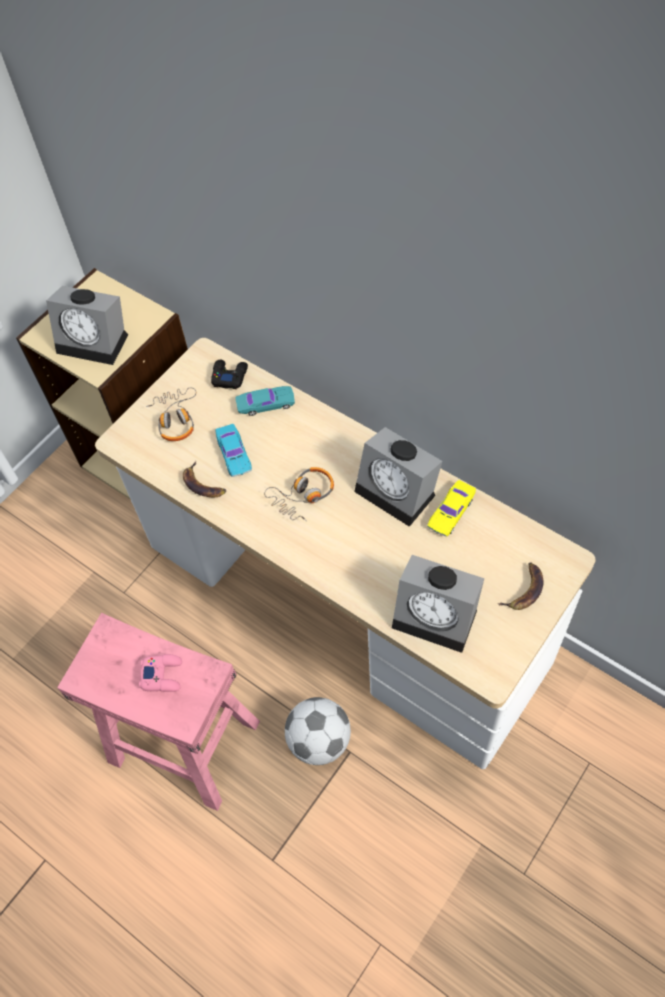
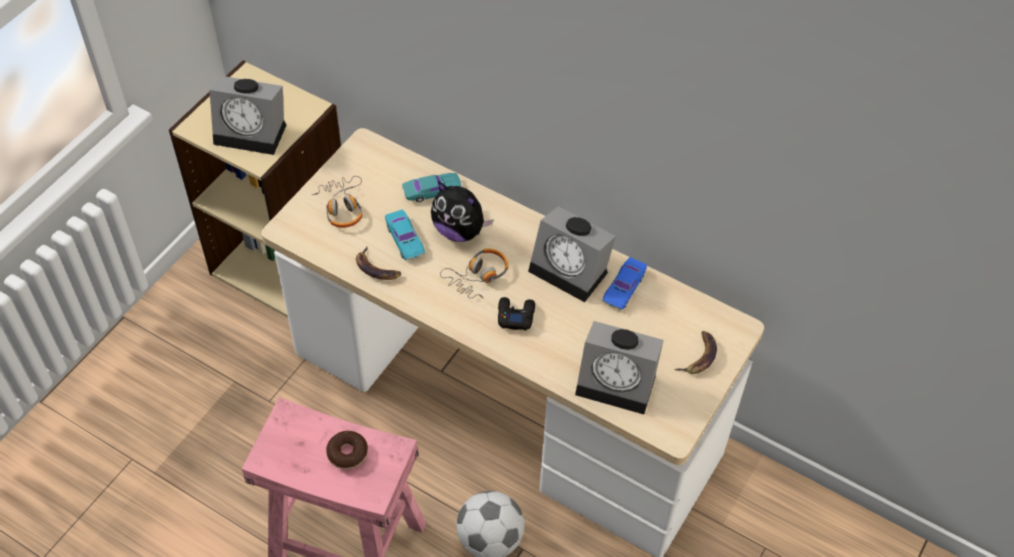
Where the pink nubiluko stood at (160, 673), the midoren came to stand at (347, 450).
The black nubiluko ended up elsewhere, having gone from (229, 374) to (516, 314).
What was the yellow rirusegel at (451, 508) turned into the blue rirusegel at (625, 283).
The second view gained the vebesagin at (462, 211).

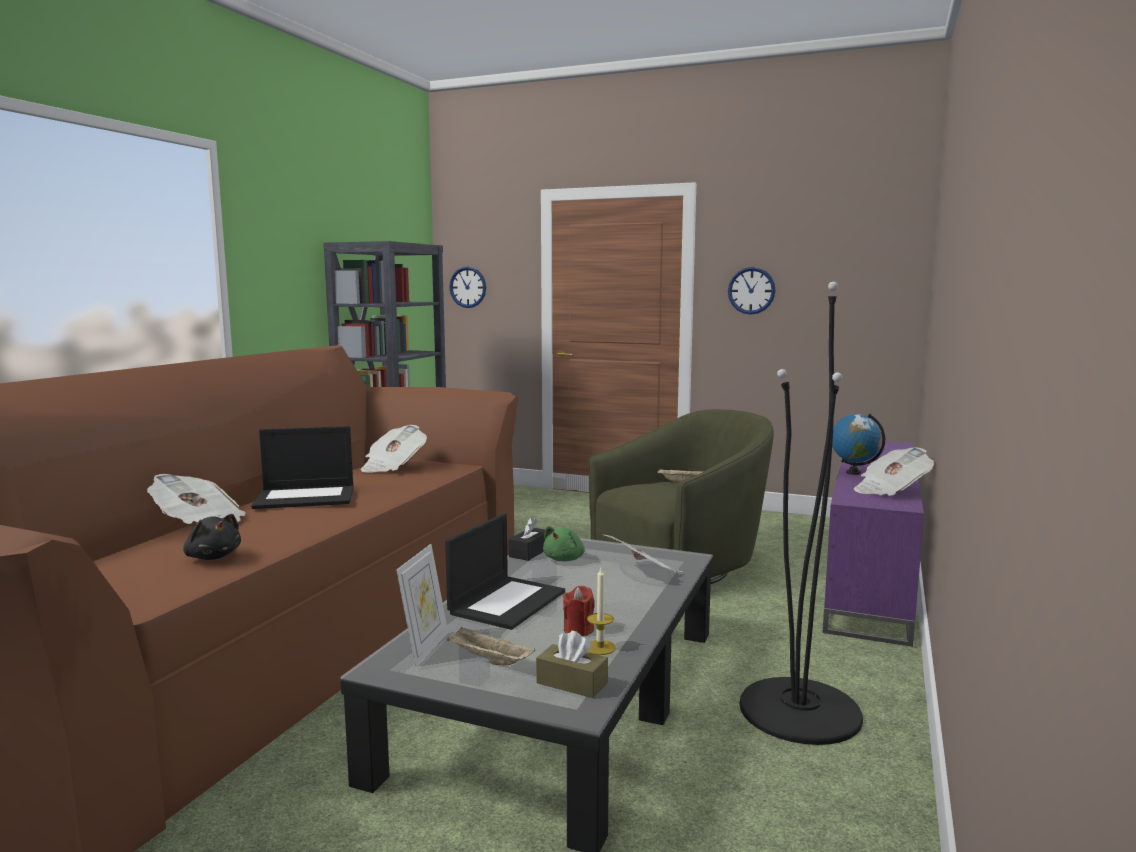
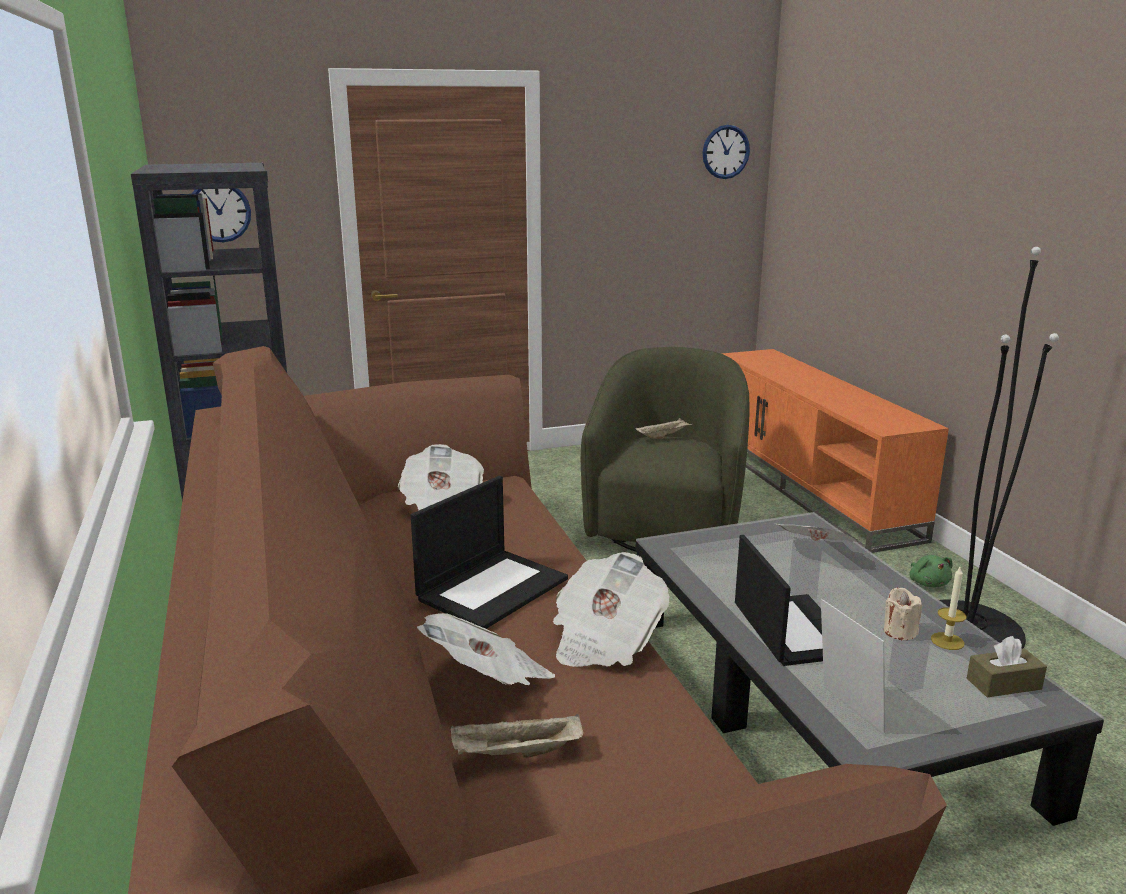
The second view lost the black vebesagin at (212, 537).
The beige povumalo ended up elsewhere, having gone from (491, 646) to (517, 735).
The second view lost the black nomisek at (527, 539).
The green vebesagin ended up elsewhere, having gone from (564, 543) to (931, 571).
What was the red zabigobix at (579, 611) turned into the beige zabigobix at (903, 614).
The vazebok ended up elsewhere, having gone from (752, 291) to (726, 152).
What was the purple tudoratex at (873, 544) turned into the orange tudoratex at (835, 451).
The second view lost the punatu at (858, 444).
The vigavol ended up elsewhere, having gone from (894, 471) to (611, 609).

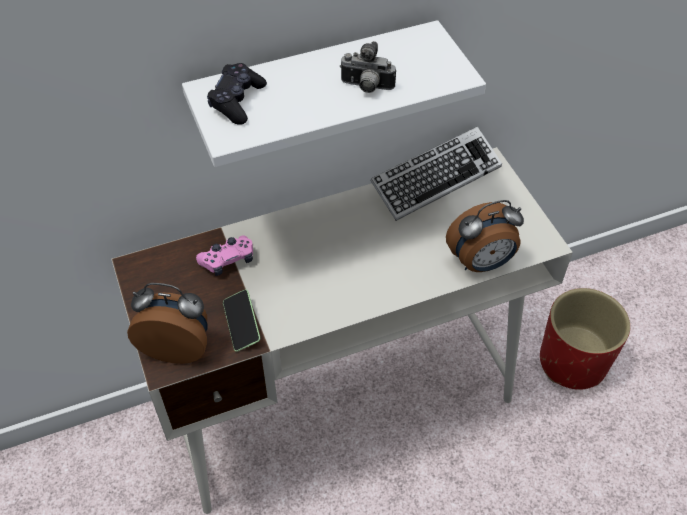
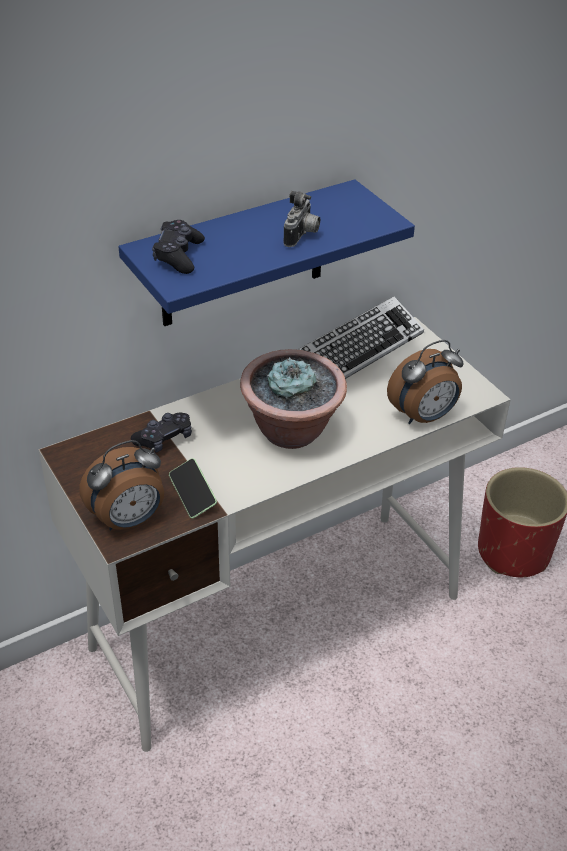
The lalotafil at (167, 323) ended up facing another way, 150 degrees clockwise from before.
What was the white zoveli at (334, 93) turned into the blue zoveli at (267, 252).
What was the pink nubiluko at (224, 255) turned into the black nubiluko at (161, 432).
The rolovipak at (368, 67) ended up facing another way, 75 degrees counterclockwise from before.
The second view gained the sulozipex at (293, 399).

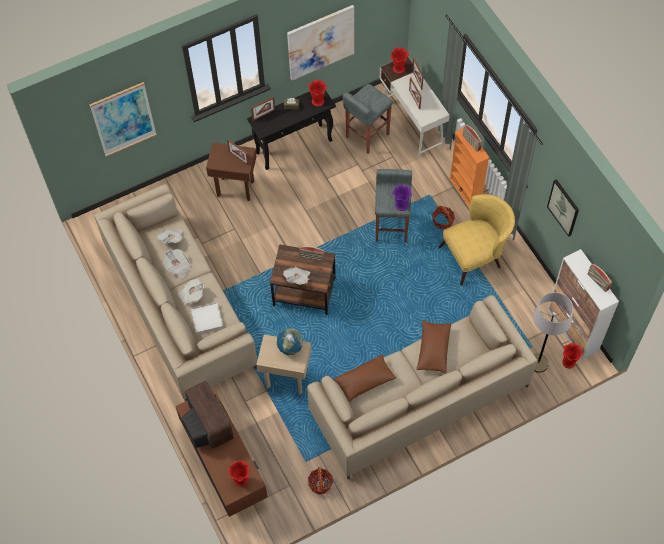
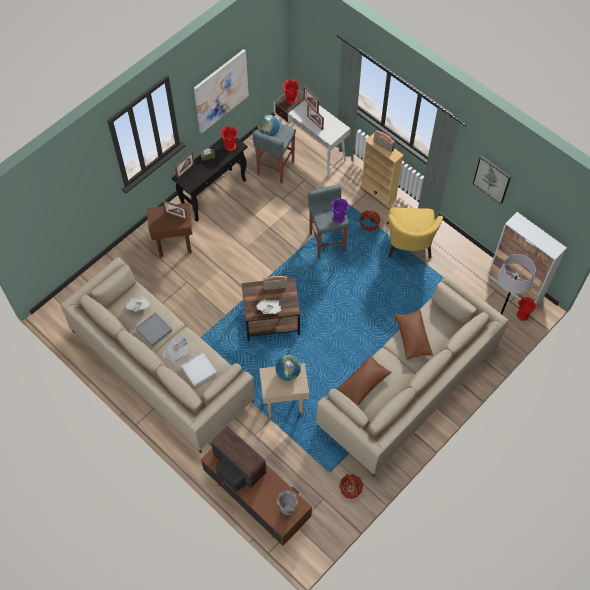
The second view lost the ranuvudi at (123, 119).
Where the vigavol stood at (177, 263), the grey povumalo came to stand at (154, 330).
What was the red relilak at (239, 474) turned into the grey relilak at (287, 502).
The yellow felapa at (477, 239) ended up facing another way, 135 degrees clockwise from before.
What was the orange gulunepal at (469, 168) turned into the beige gulunepal at (382, 170).
The second view lost the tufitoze at (600, 277).
The second view gained the punatu at (269, 126).

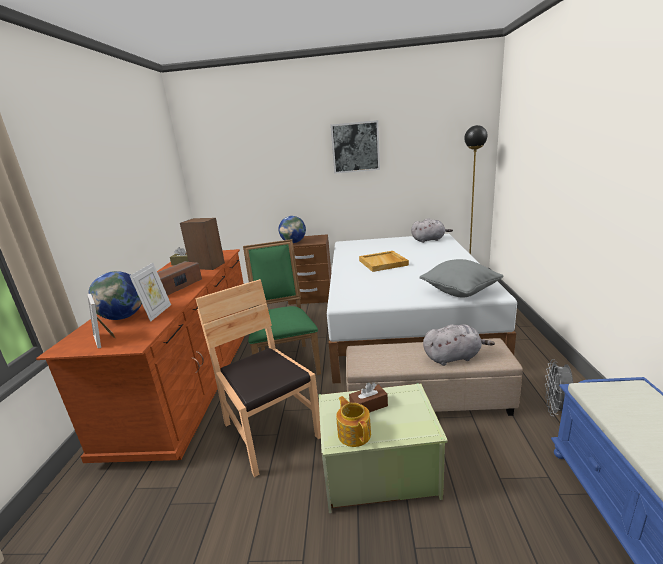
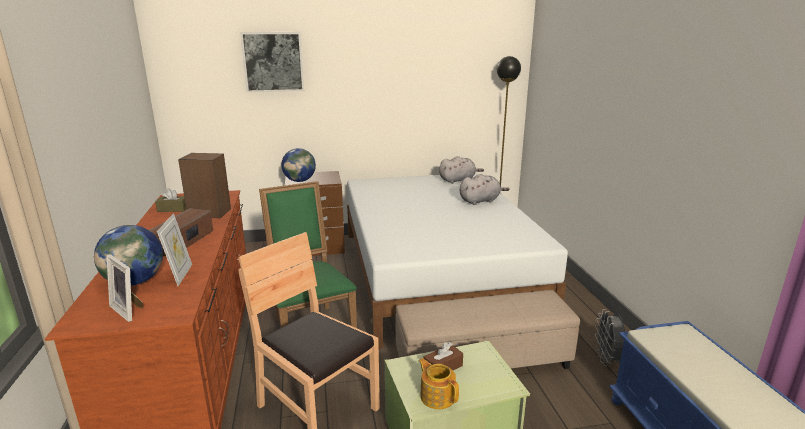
The ranuvudi ended up elsewhere, having gone from (355, 147) to (272, 62).
The second view lost the beige povumalo at (384, 261).
The second view lost the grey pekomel at (461, 278).
The grey vebesagin ended up elsewhere, having gone from (459, 345) to (485, 189).

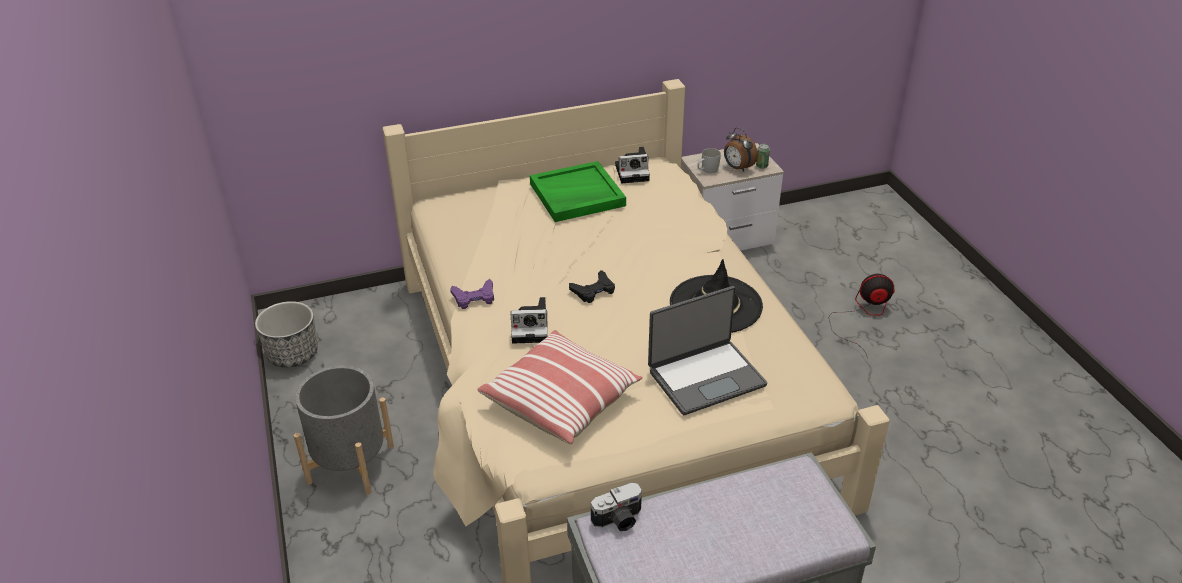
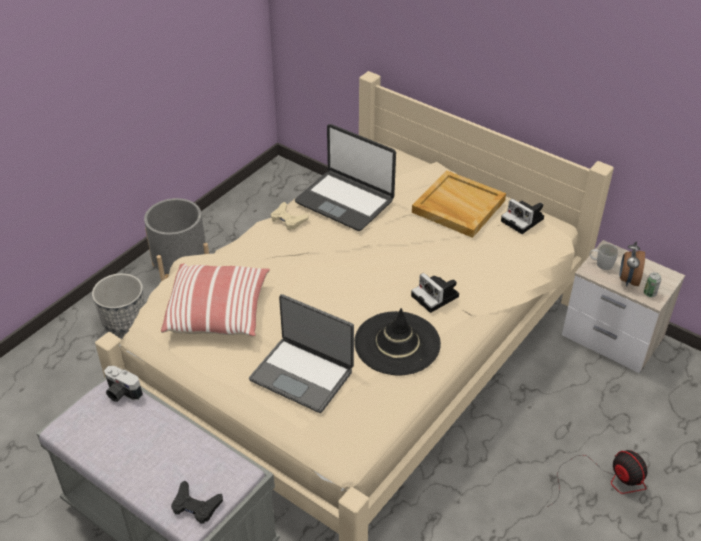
The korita ended up elsewhere, having gone from (286, 334) to (118, 302).
What was the purple nubiluko at (472, 294) turned into the beige nubiluko at (290, 216).
The rolovipak ended up elsewhere, having gone from (529, 320) to (435, 293).
What was the green povumalo at (578, 191) turned into the beige povumalo at (459, 204).
The black nubiluko ended up elsewhere, having gone from (592, 286) to (197, 502).
The second view gained the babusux at (345, 177).

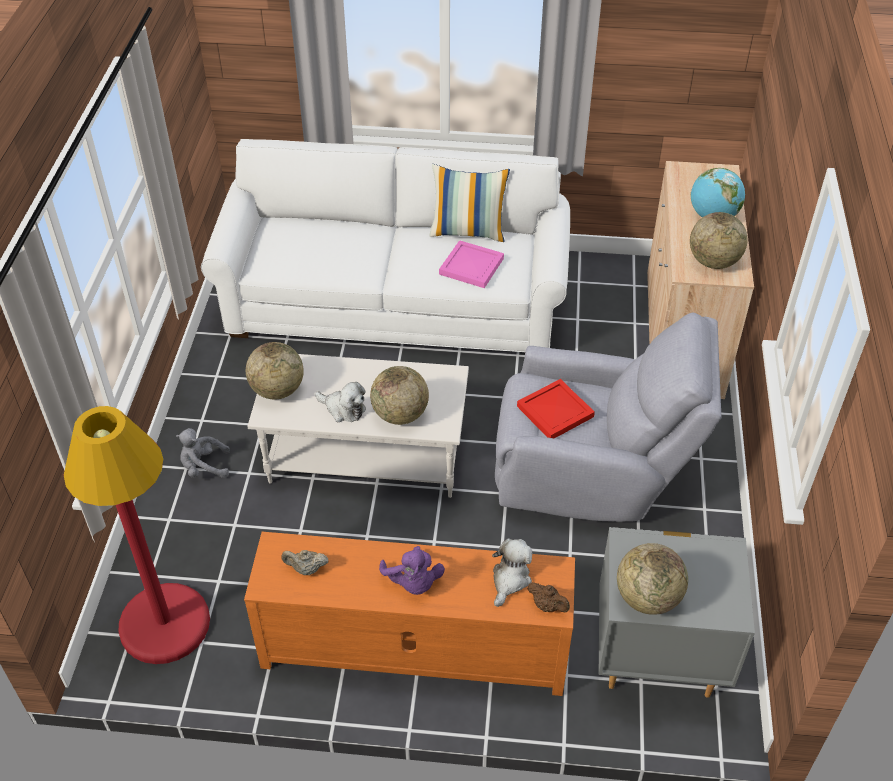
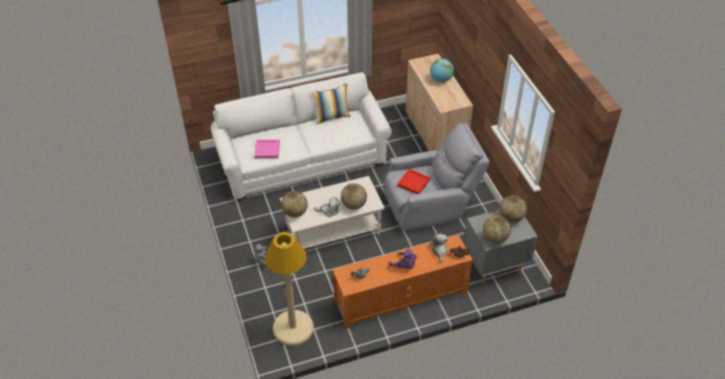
What was the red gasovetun at (137, 535) turned into the beige gasovetun at (289, 289).
The pink povumalo ended up elsewhere, having gone from (471, 264) to (267, 148).
The punatu ended up elsewhere, having gone from (718, 240) to (513, 209).

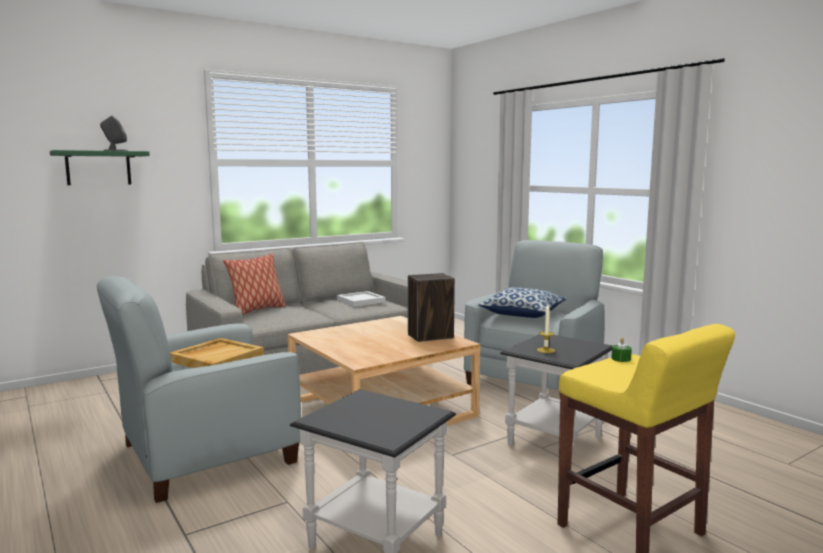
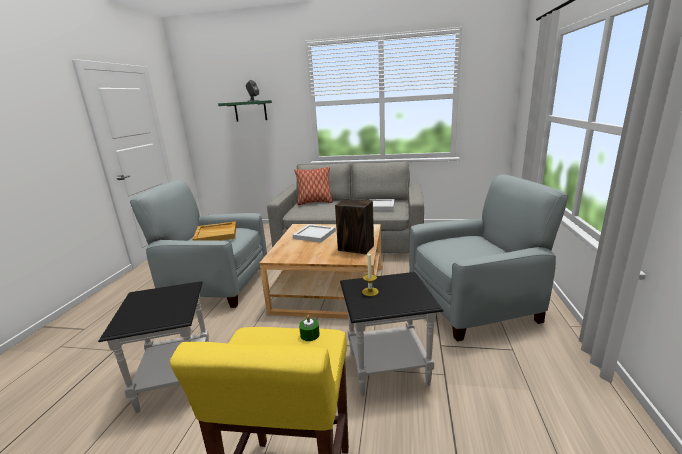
The second view lost the pekomel at (523, 302).
The second view gained the white povumalo at (314, 233).

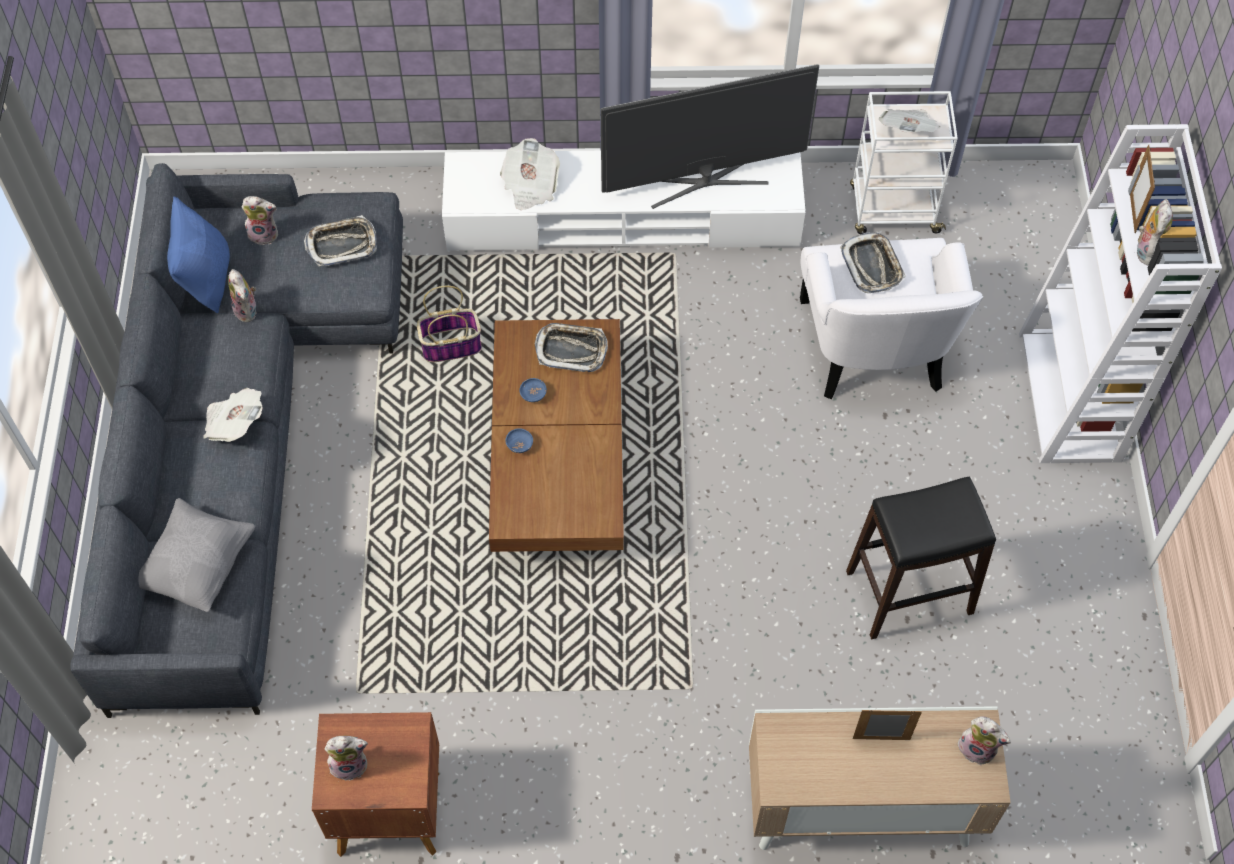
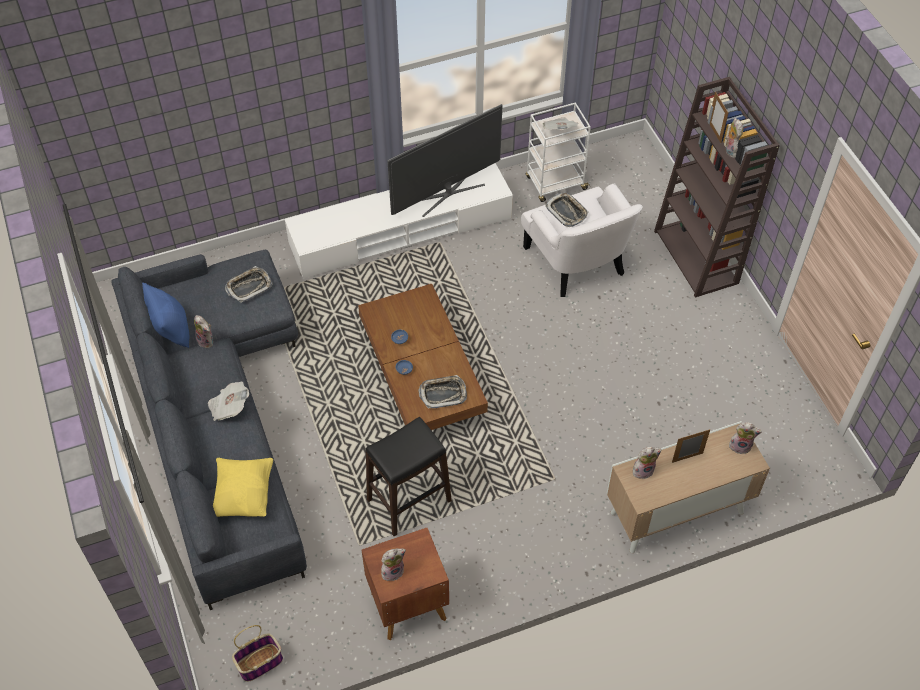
What was the grey pekomel at (196, 555) turned into the yellow pekomel at (243, 487).
The vebesagin ended up elsewhere, having gone from (260, 220) to (647, 463).
The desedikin ended up elsewhere, having gone from (449, 324) to (257, 653).
The second view lost the vigavol at (530, 174).
The povumalo ended up elsewhere, having gone from (571, 347) to (442, 392).
The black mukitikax ended up elsewhere, having gone from (921, 558) to (409, 476).
What was the white gulunepal at (1120, 293) turned into the brown gulunepal at (717, 187).

